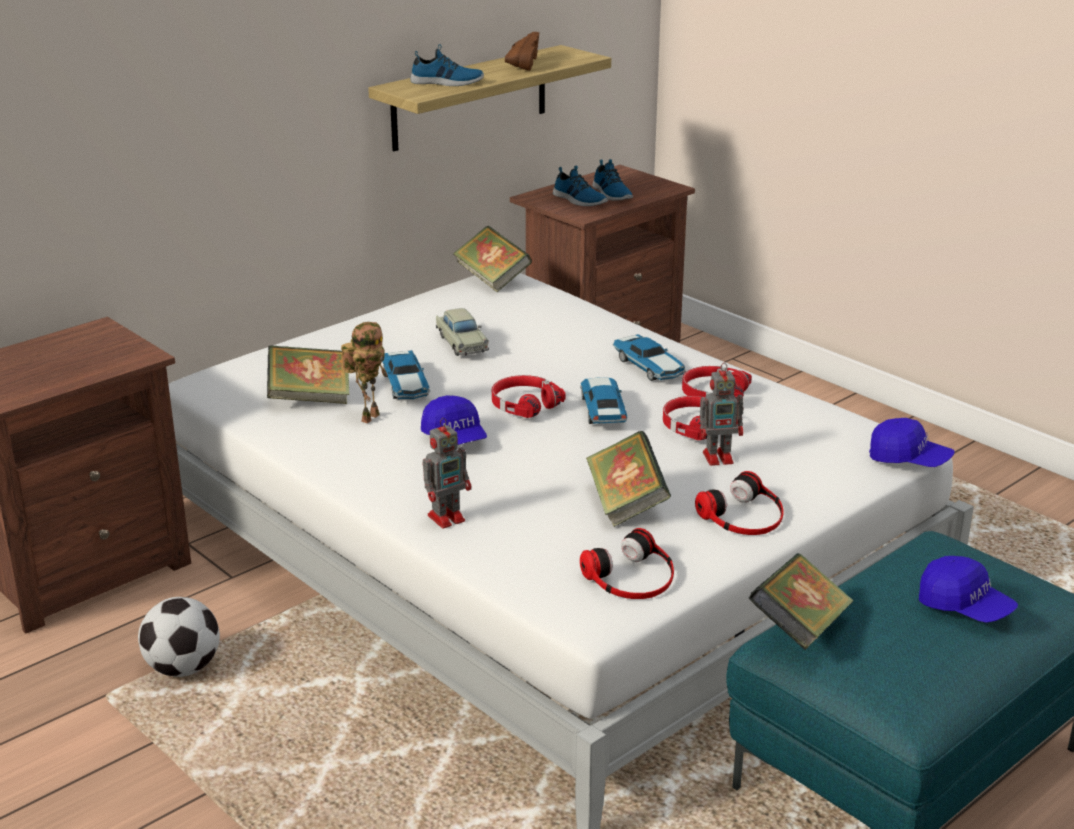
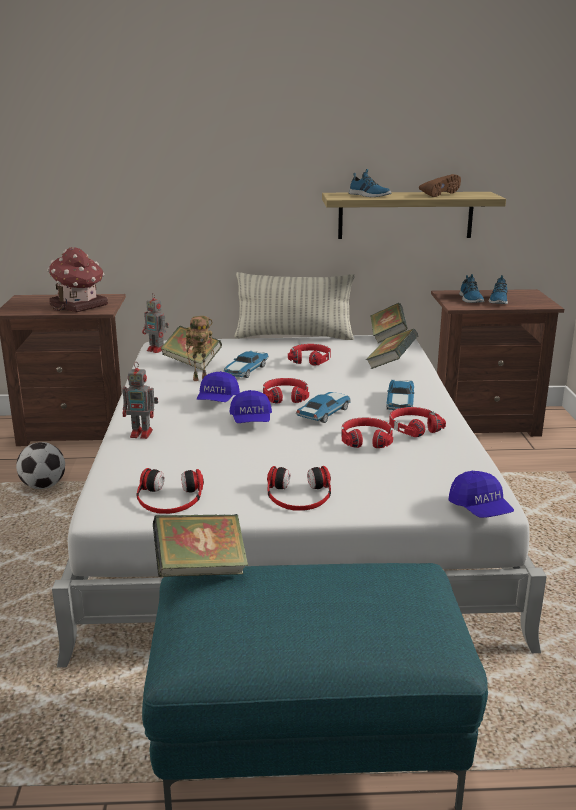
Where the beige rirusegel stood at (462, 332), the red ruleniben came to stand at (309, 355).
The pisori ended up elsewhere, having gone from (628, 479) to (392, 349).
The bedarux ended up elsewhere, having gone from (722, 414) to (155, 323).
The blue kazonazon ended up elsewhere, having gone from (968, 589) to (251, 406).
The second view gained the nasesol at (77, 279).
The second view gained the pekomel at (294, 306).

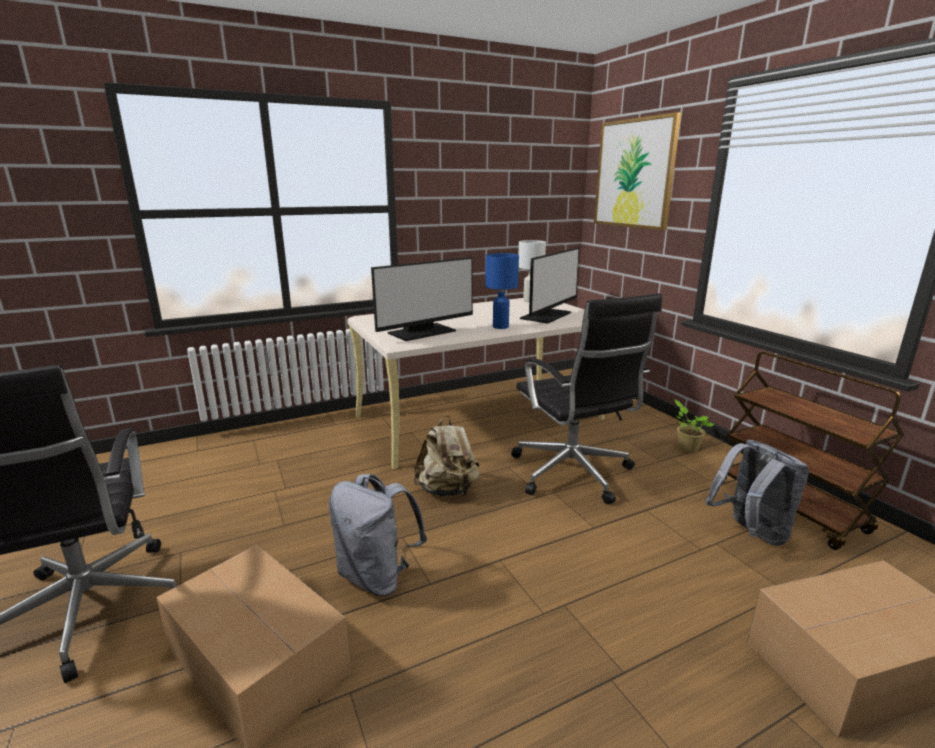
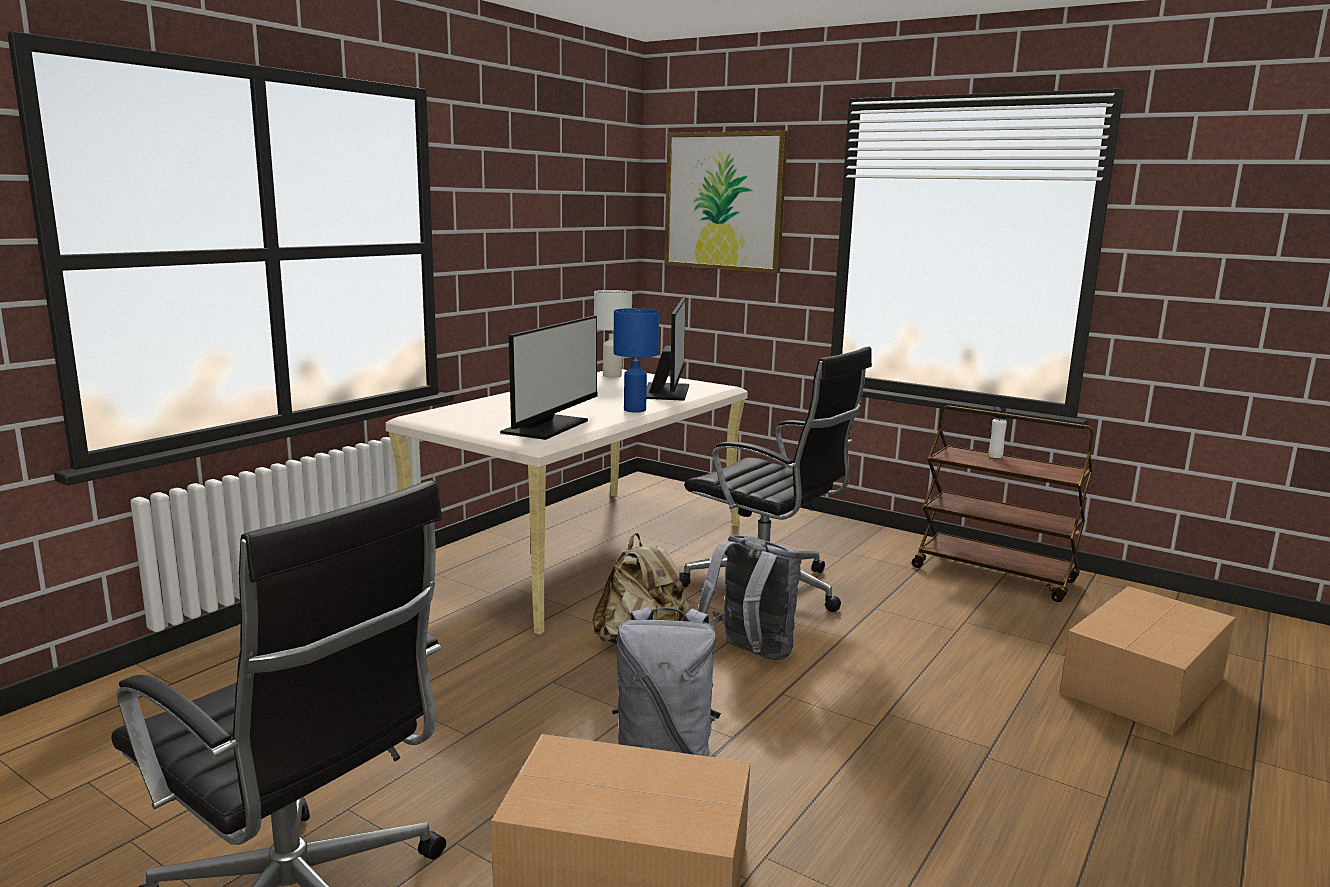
The second view lost the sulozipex at (694, 425).
The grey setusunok ended up elsewhere, having gone from (757, 492) to (750, 598).
The second view gained the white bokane at (997, 431).

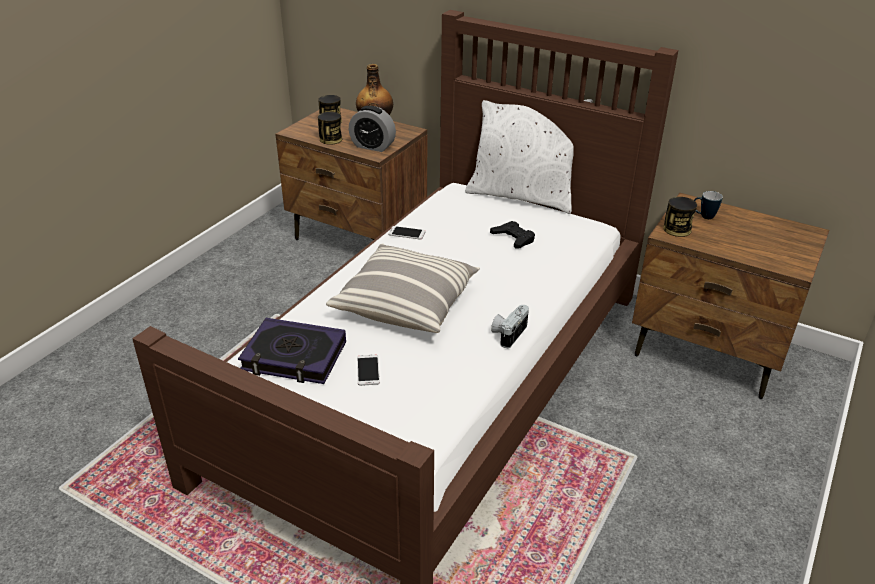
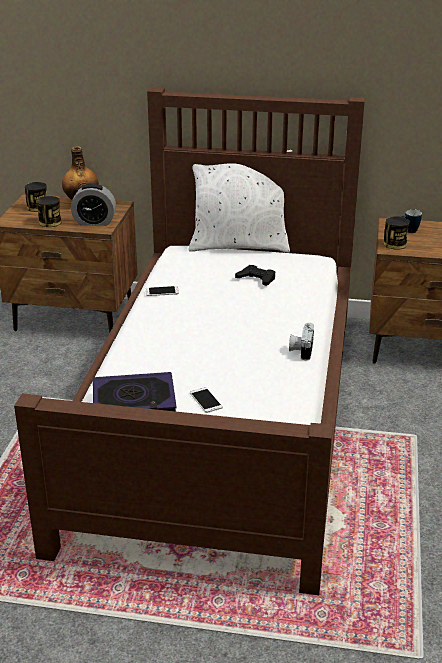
The second view lost the pekomel at (403, 288).

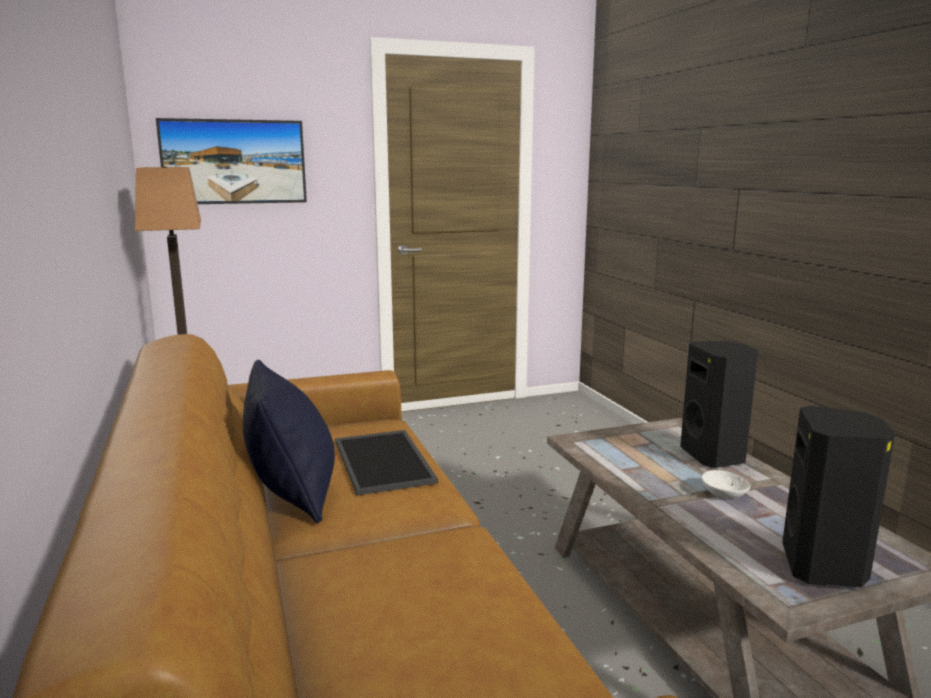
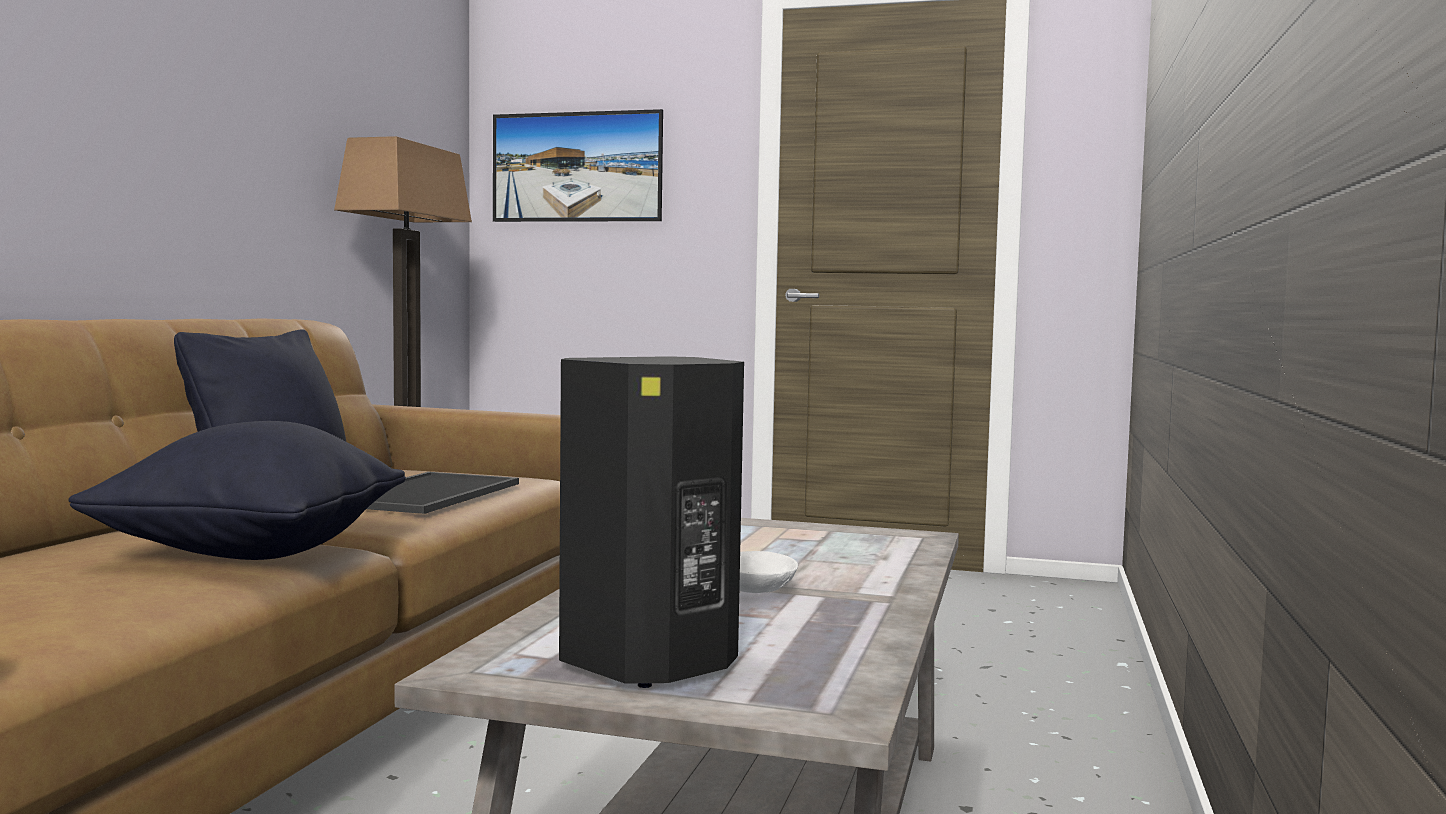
The second view lost the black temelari at (719, 404).
The second view gained the black pekomel at (237, 490).

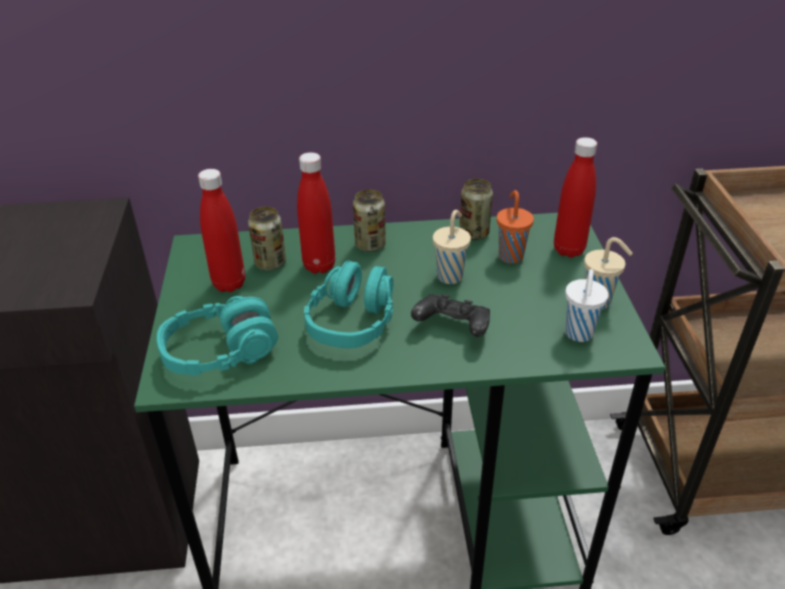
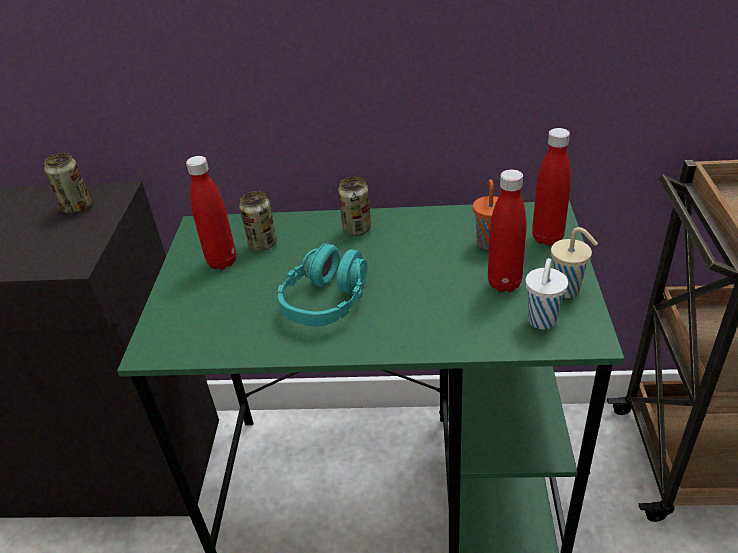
The second view lost the turquoise ruleniben at (217, 336).
The red bokane ended up elsewhere, having gone from (316, 213) to (507, 230).
The second view lost the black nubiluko at (450, 315).
The second view lost the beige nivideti at (452, 247).
The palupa ended up elsewhere, having gone from (476, 209) to (67, 183).

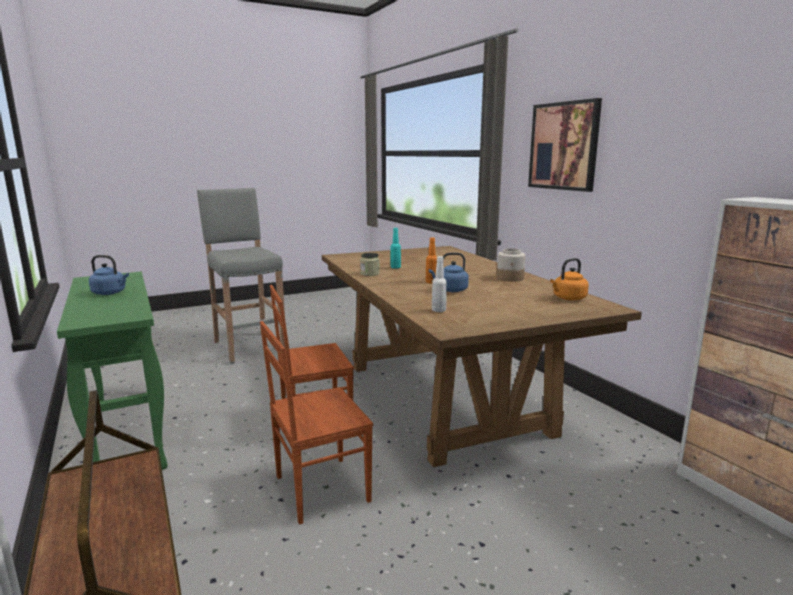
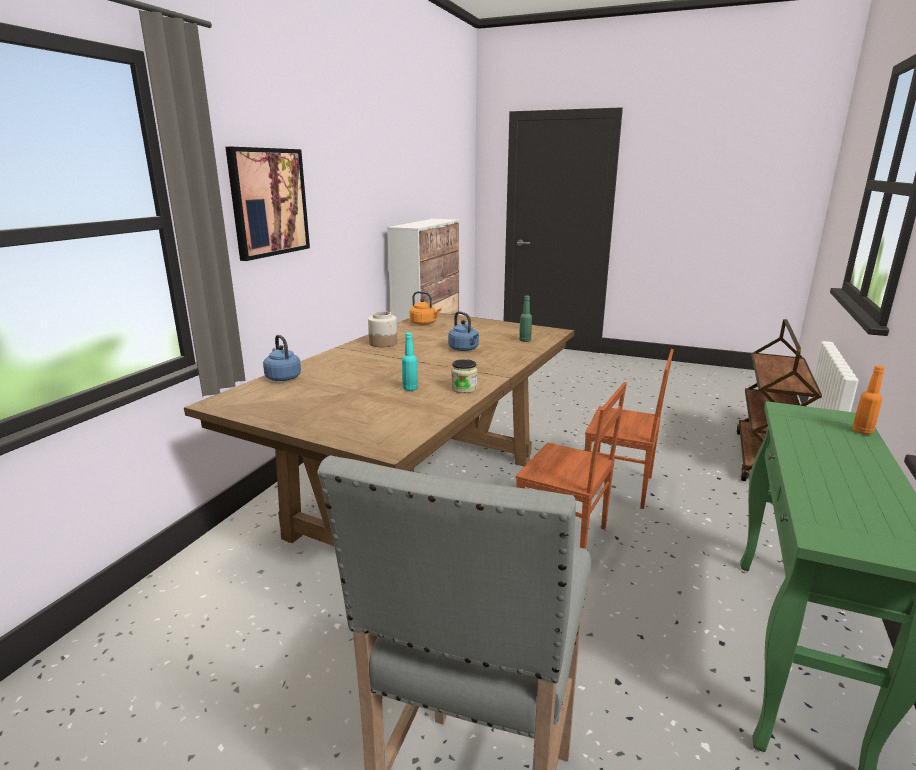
The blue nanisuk ended up elsewhere, having gone from (109, 275) to (282, 358).
The orange bokane ended up elsewhere, having gone from (431, 260) to (868, 400).
What was the white bokane at (439, 284) turned into the green bokane at (525, 319).

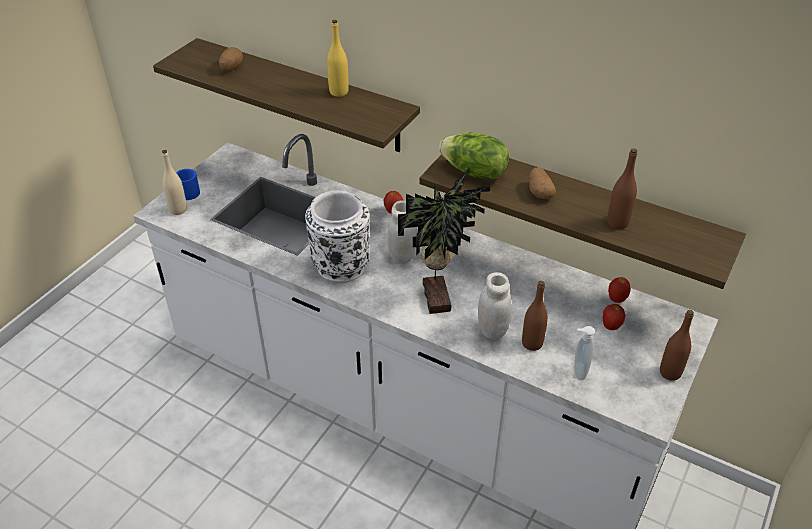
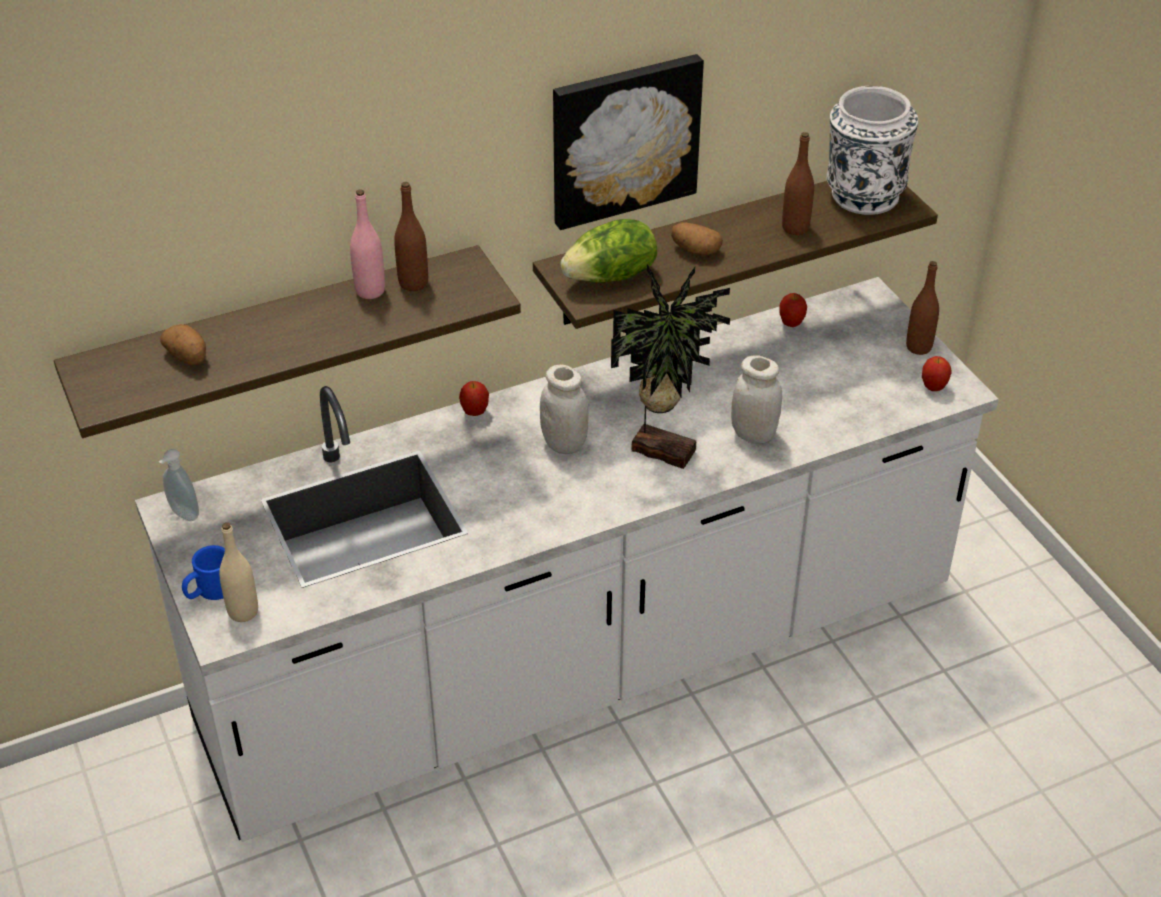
The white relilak ended up elsewhere, having gone from (337, 237) to (872, 150).
What was the yellow bokane at (338, 58) turned into the pink bokane at (367, 244).
The brown bokane ended up elsewhere, having gone from (535, 316) to (411, 236).
The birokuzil ended up elsewhere, having gone from (584, 353) to (179, 485).
The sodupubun ended up elsewhere, having gone from (614, 317) to (937, 373).
The second view gained the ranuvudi at (628, 142).

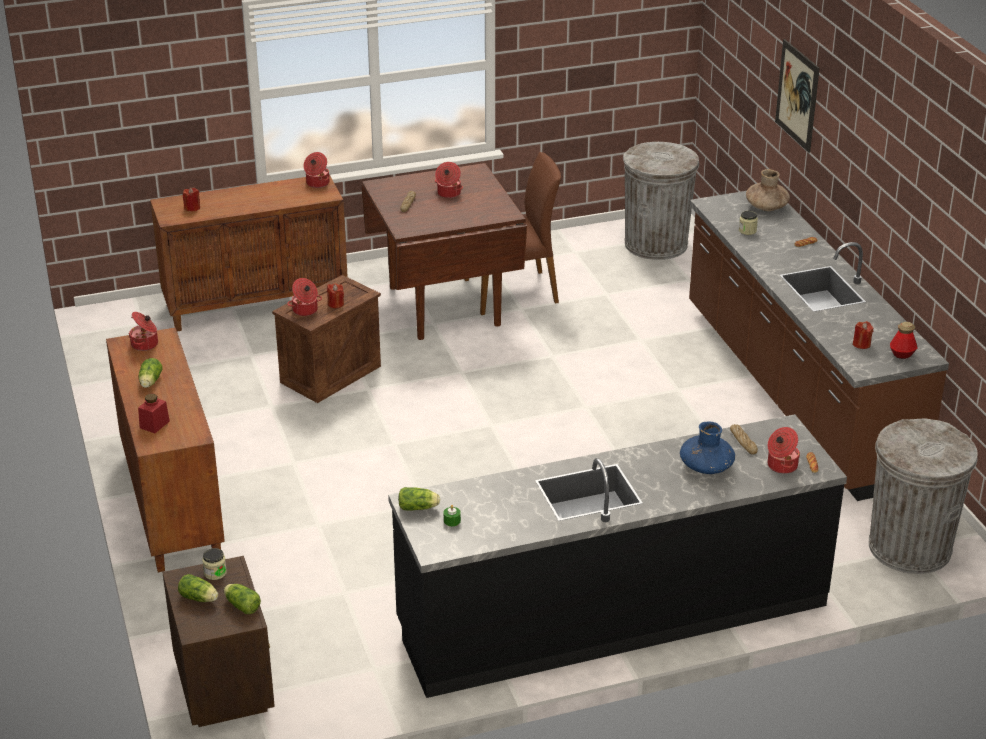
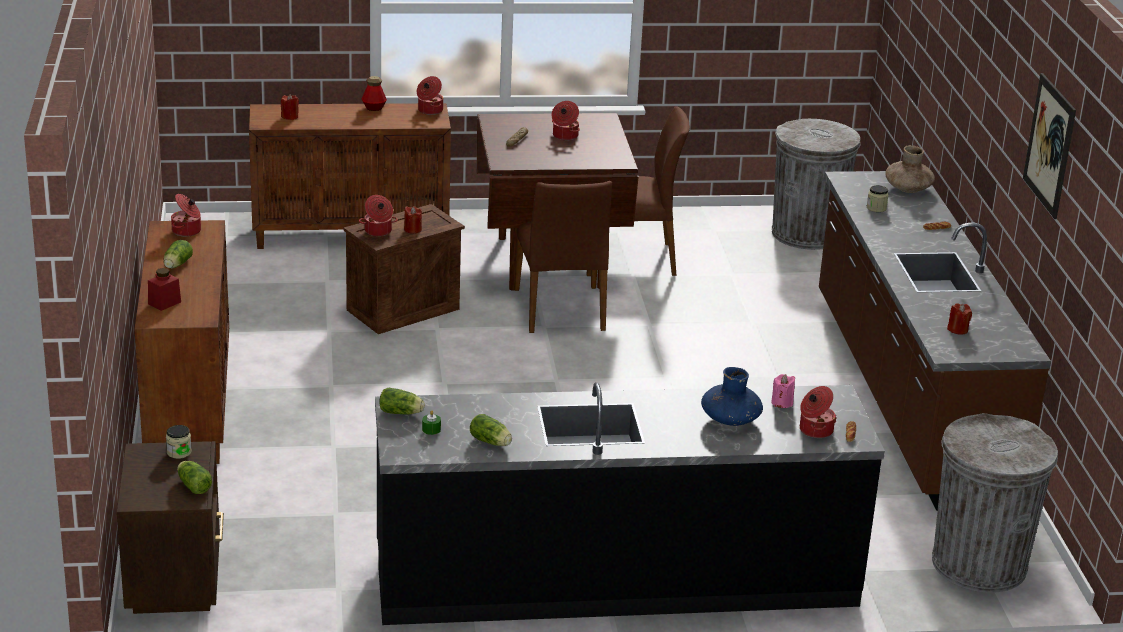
The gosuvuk ended up elsewhere, having gone from (198, 588) to (491, 430).
Where the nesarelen stood at (744, 439), the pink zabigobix came to stand at (783, 391).
The ranuvudi ended up elsewhere, having gone from (797, 96) to (1049, 146).
The bokane ended up elsewhere, having gone from (904, 340) to (374, 93).
The second view gained the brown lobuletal at (563, 257).

